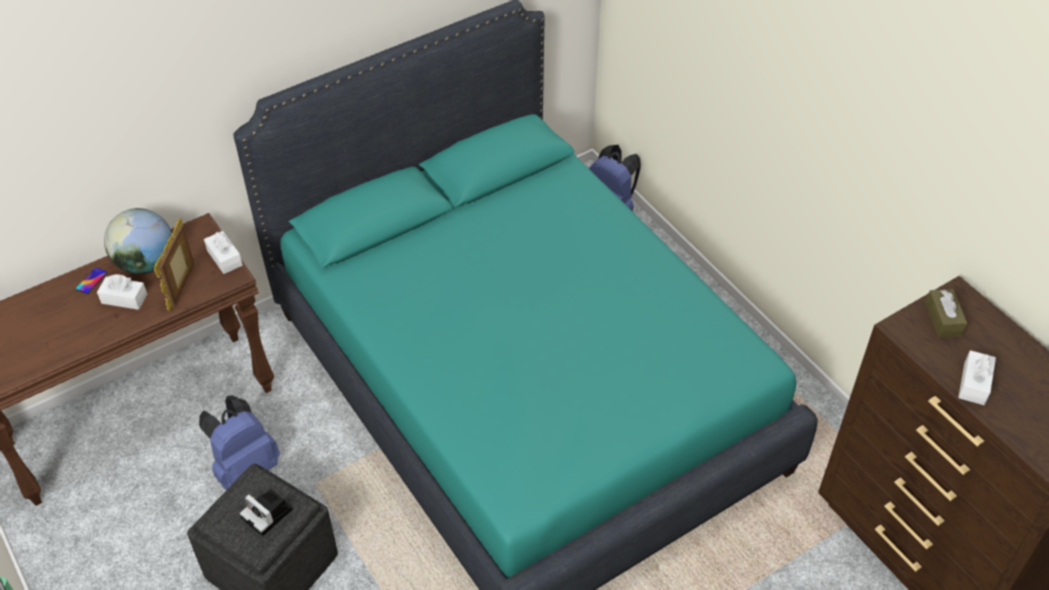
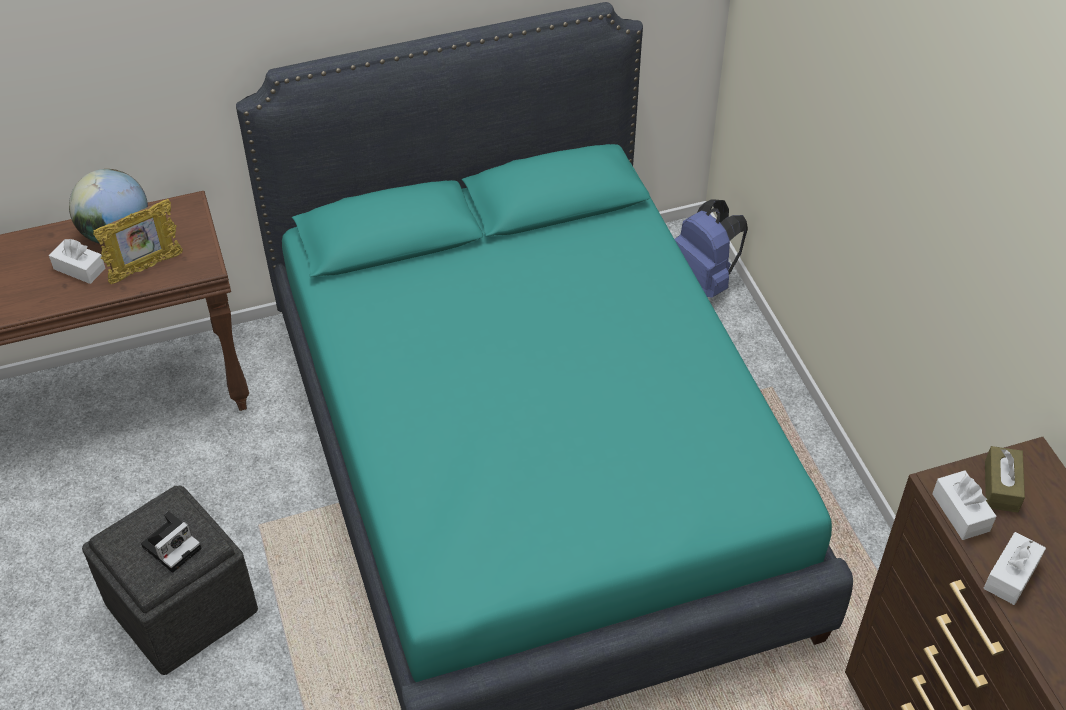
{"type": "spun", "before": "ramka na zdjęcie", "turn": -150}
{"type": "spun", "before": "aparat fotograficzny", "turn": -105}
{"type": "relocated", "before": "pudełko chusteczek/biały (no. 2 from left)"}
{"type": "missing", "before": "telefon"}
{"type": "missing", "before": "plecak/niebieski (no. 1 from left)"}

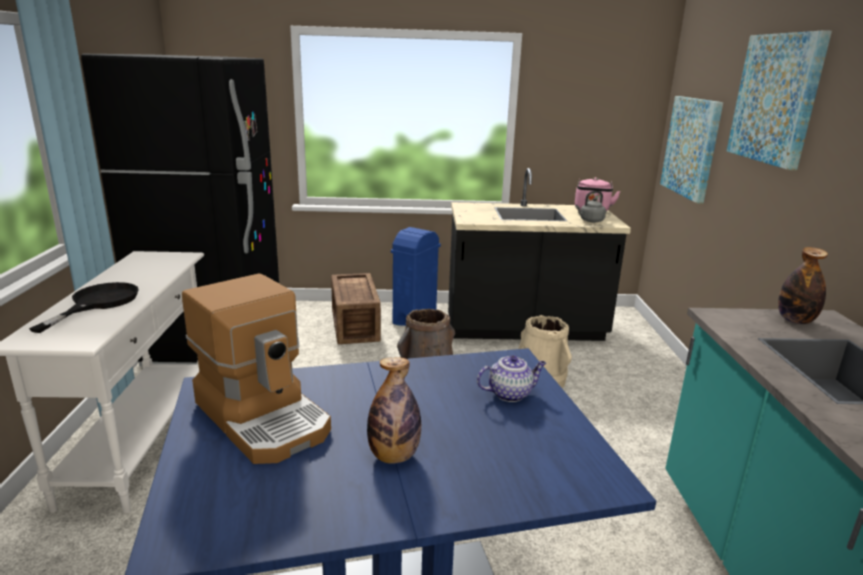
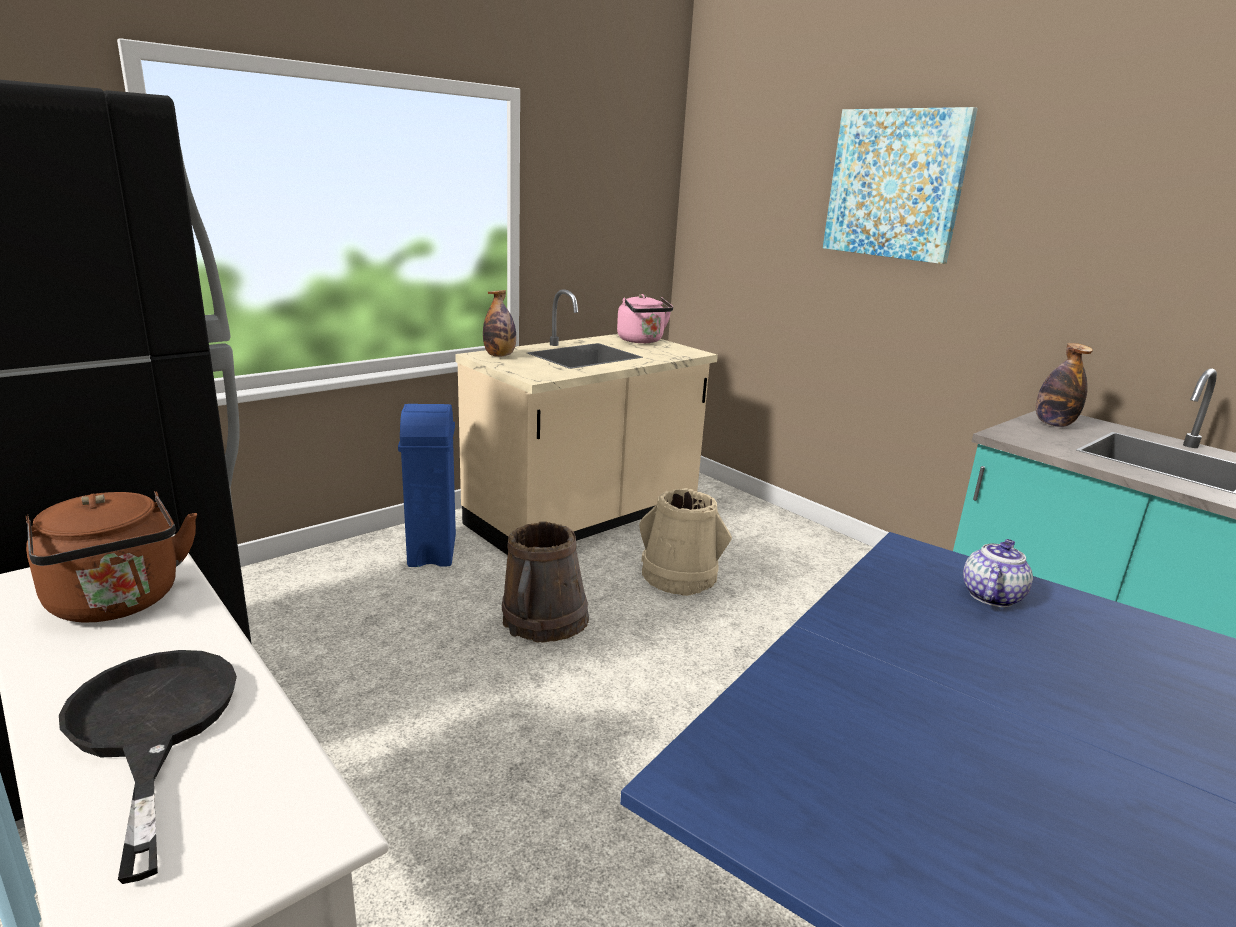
{"type": "appeared", "after": "czajnik/brązowy"}
{"type": "colour", "before": "zabudowa kuchenna/czarny", "after": "zabudowa kuchenna/beżowy"}
{"type": "relocated", "before": "butelka (no. 1 from left)"}
{"type": "missing", "before": "ekspres do kawy"}
{"type": "missing", "before": "skrzynka"}
{"type": "missing", "before": "czajnik/szary"}
{"type": "missing", "before": "obraz (no. 1 from left)"}

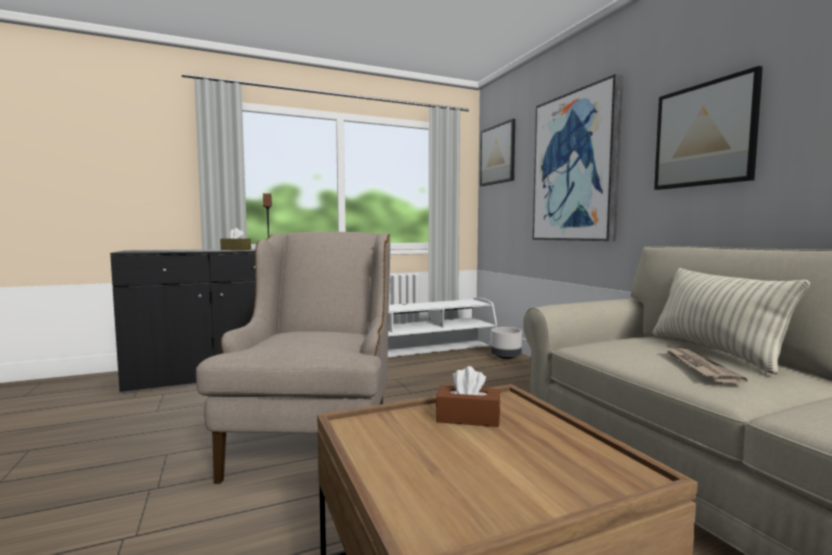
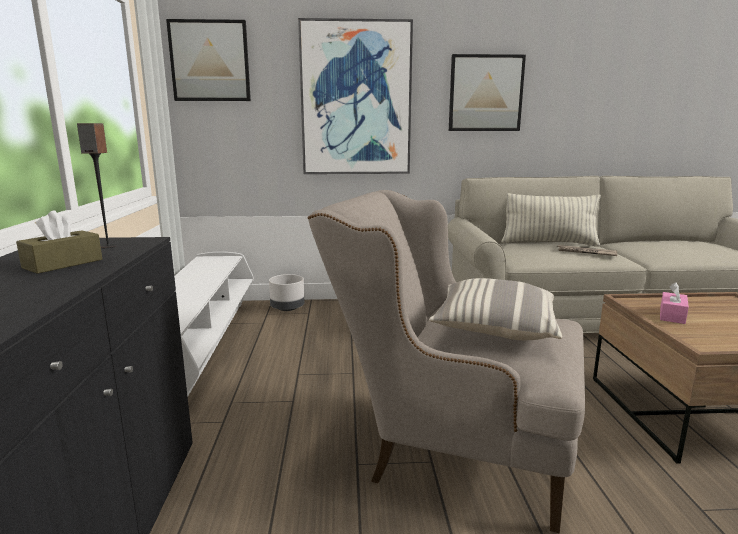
{"type": "appeared", "after": "poduszka (no. 1 from left)"}
{"type": "colour", "before": "pudełko chusteczek/brązowy (no. 2 from left)", "after": "pudełko chusteczek/różowy"}

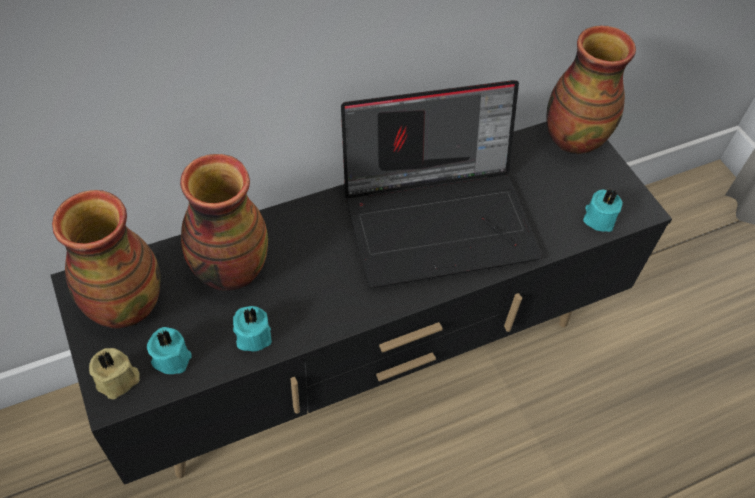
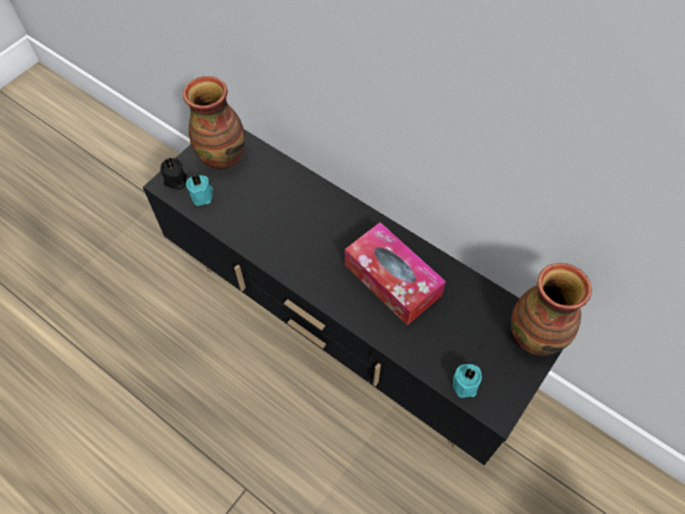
{"type": "colour", "before": "świeca/beżowy", "after": "świeca/czarny"}
{"type": "exchanged", "before": "laptop", "after": "pudełko chusteczek"}
{"type": "missing", "before": "wazon (no. 2 from left)"}
{"type": "missing", "before": "świeca/turkusowy (no. 2 from left)"}

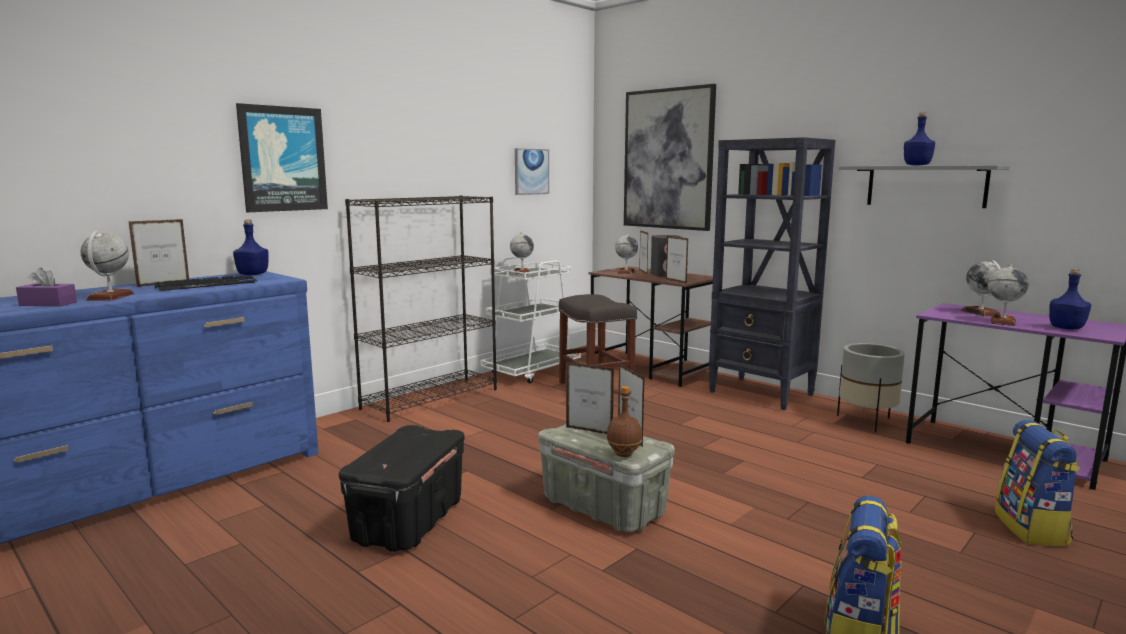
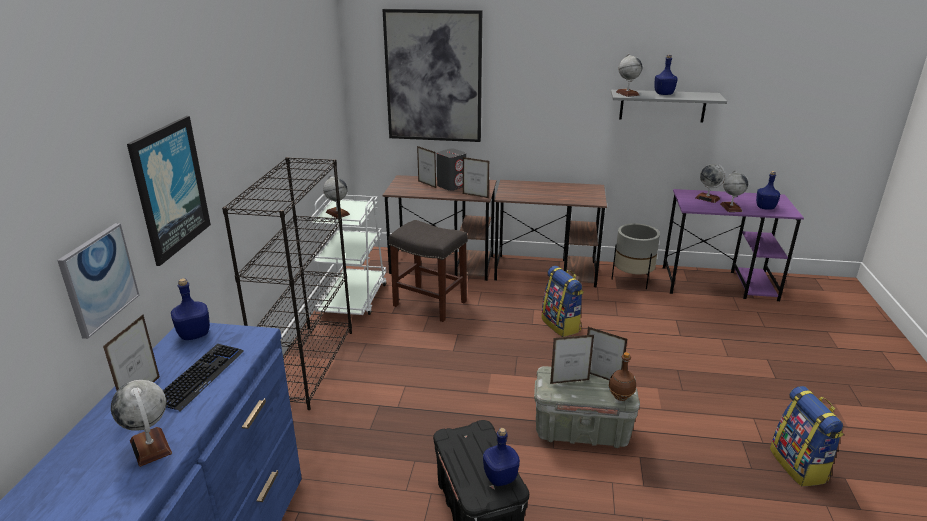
{"type": "relocated", "before": "obraz (no. 2 from left in the first image)", "after": "obraz (no. 1 from left)"}
{"type": "appeared", "after": "butelka/niebieski (no. 2 from left)"}
{"type": "exchanged", "before": "regał/czarny (no. 2 from left)", "after": "biurko/brązowy (no. 2 from left)"}
{"type": "relocated", "before": "plecak (no. 2 from left in the first image)", "after": "plecak (no. 1 from left)"}
{"type": "relocated", "before": "globus (no. 3 from left)"}
{"type": "missing", "before": "pudełko chusteczek/fioletowy"}

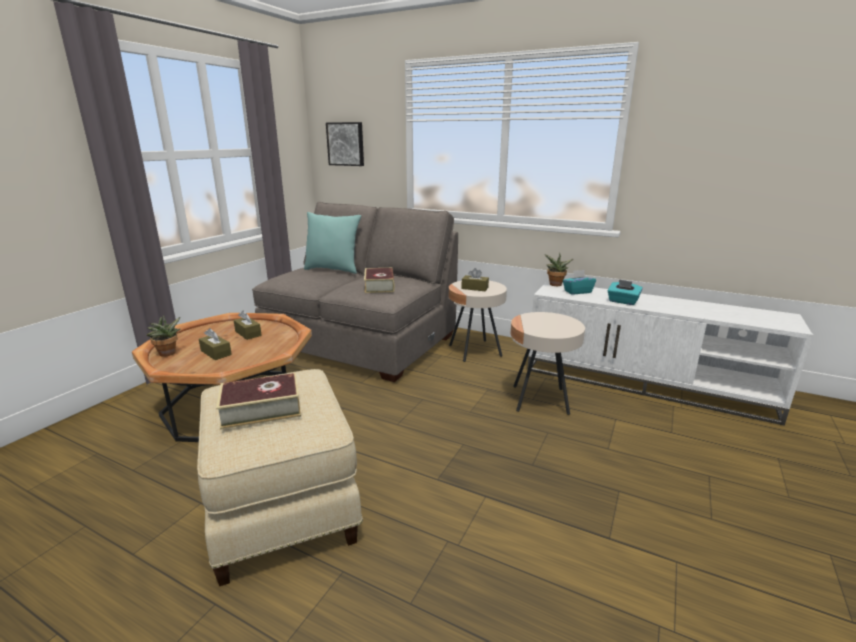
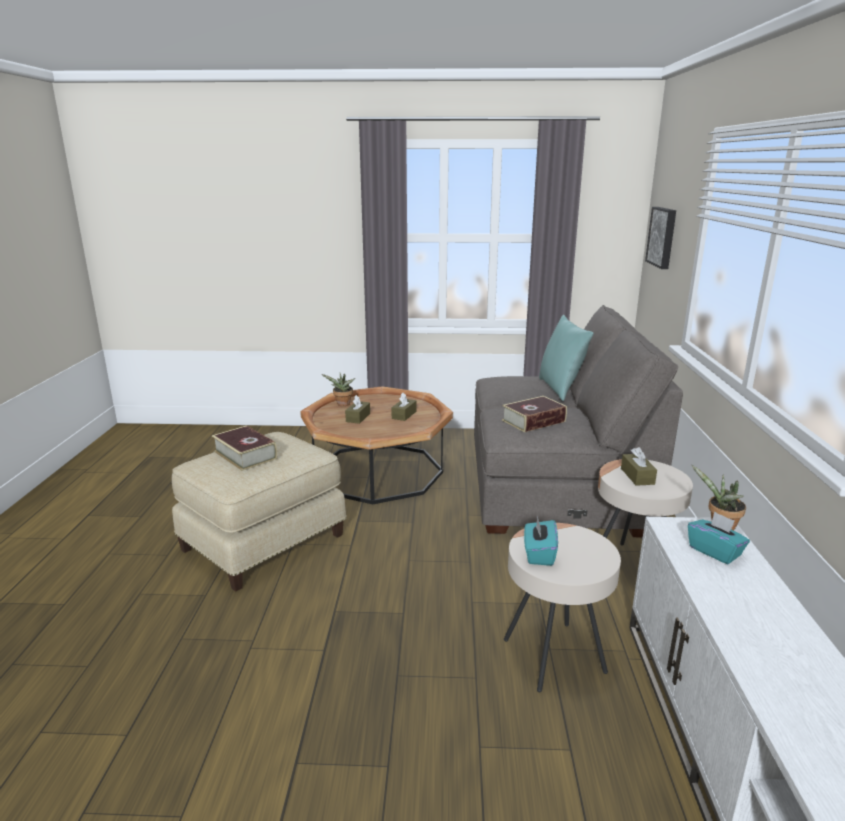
{"type": "relocated", "before": "pudełko chusteczek/turkusowy (no. 2 from left in the first image)", "after": "pudełko chusteczek/turkusowy (no. 1 from left)"}

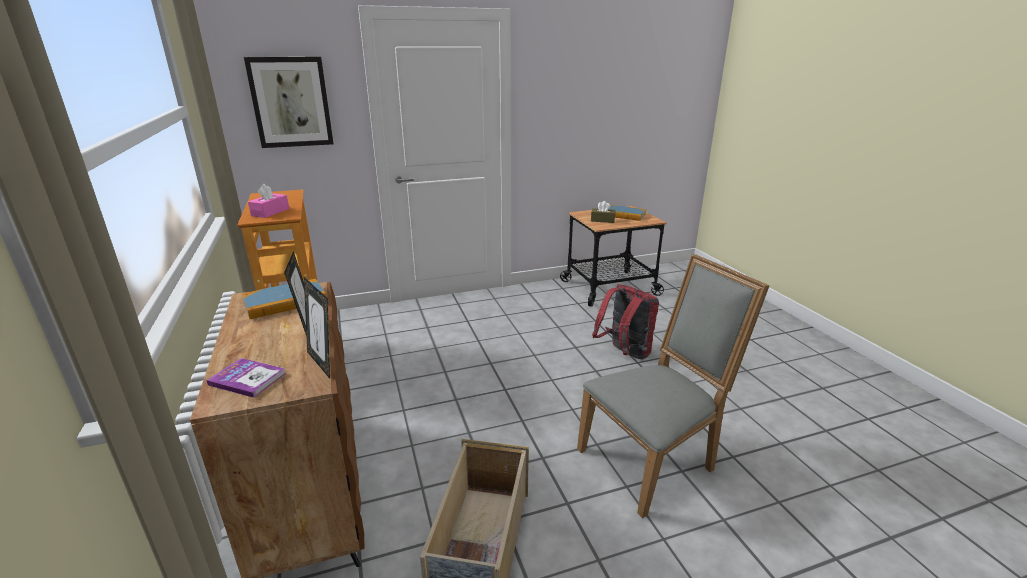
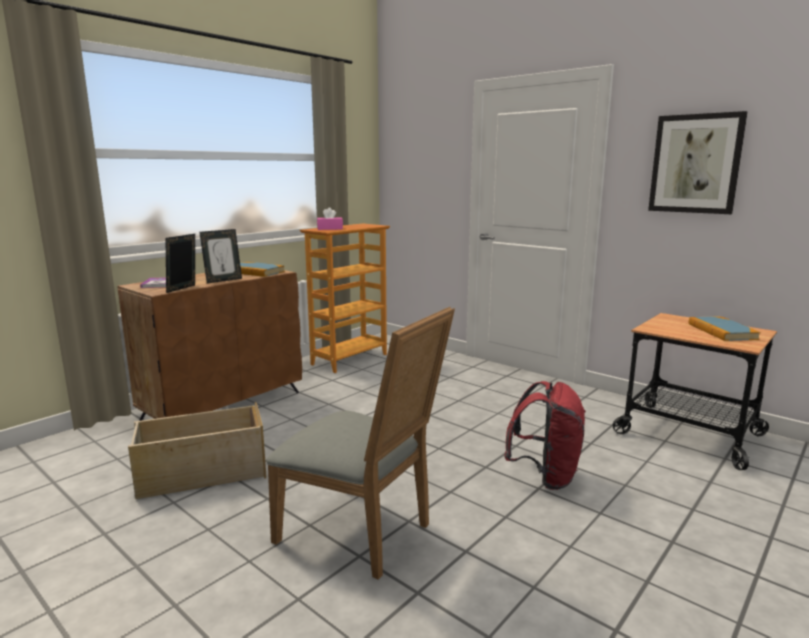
{"type": "relocated", "before": "obraz"}
{"type": "missing", "before": "pudełko chusteczek/brązowy"}

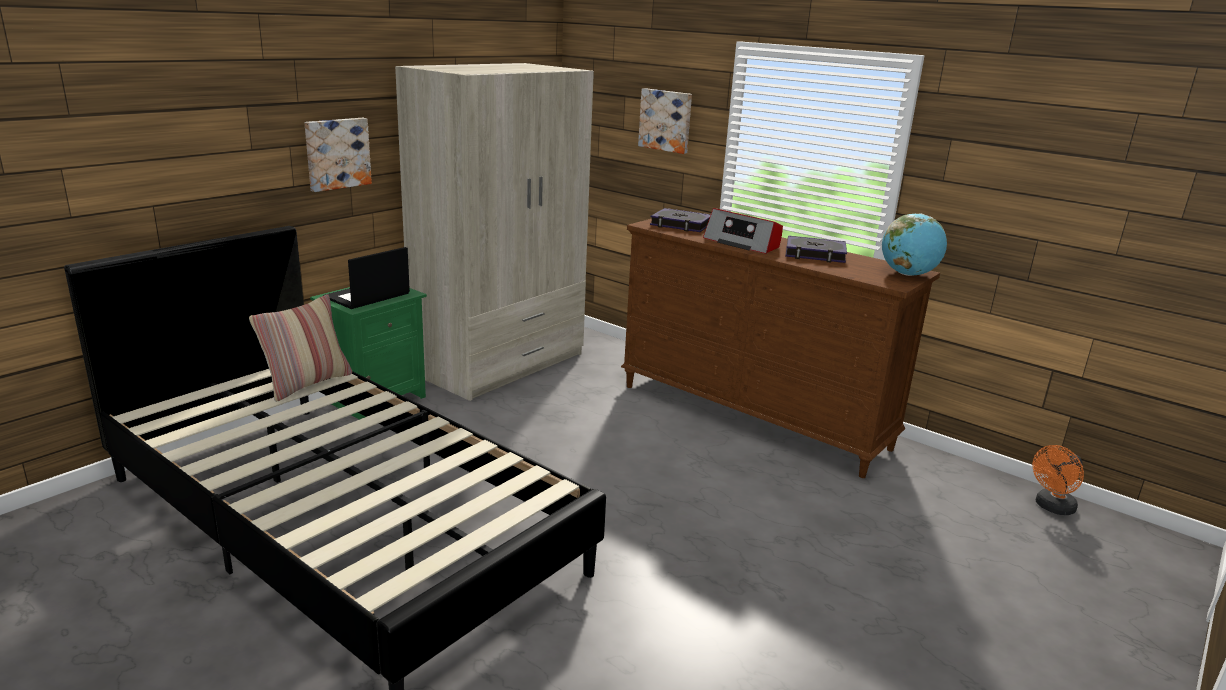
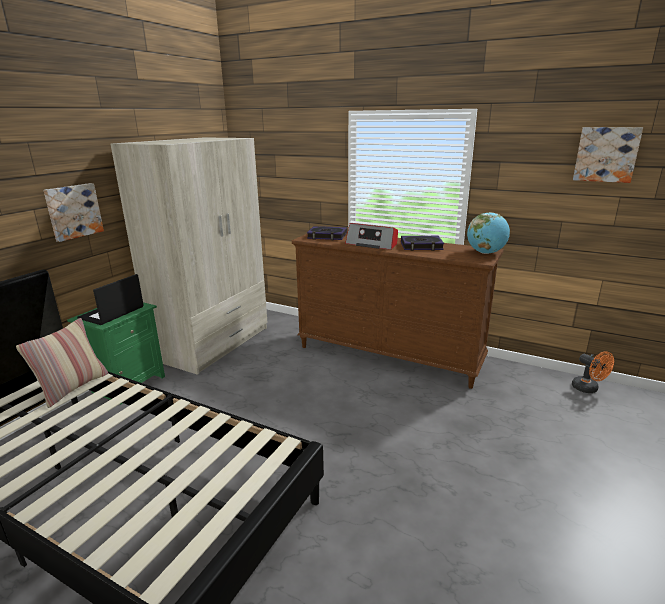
{"type": "spun", "before": "wentylator/pomarańczowy", "turn": -75}
{"type": "relocated", "before": "obraz (no. 2 from left)"}

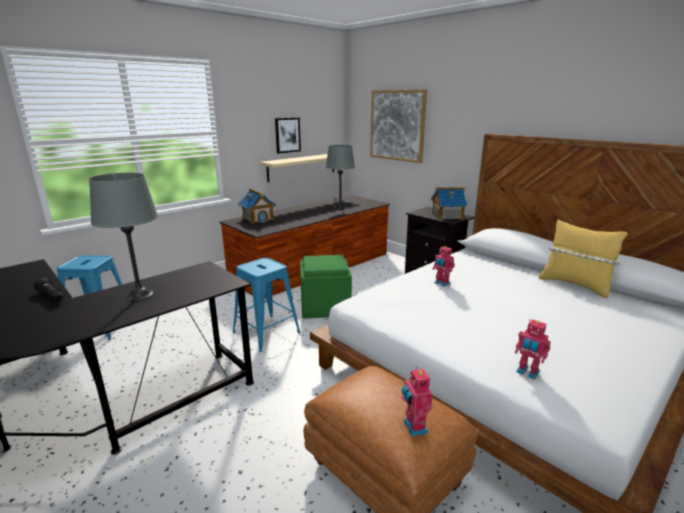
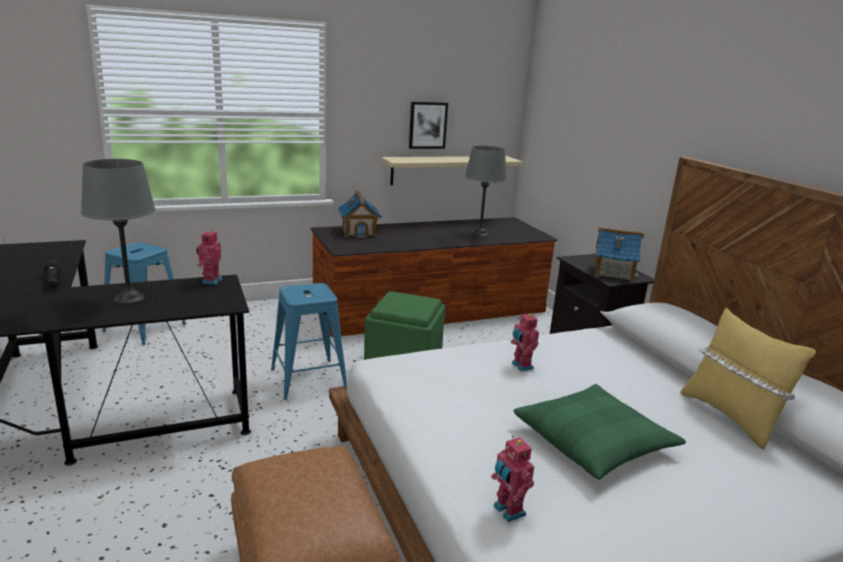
{"type": "relocated", "before": "robot zabawkowy (no. 1 from left)"}
{"type": "appeared", "after": "poduszka/zielony"}
{"type": "missing", "before": "obraz (no. 2 from left)"}

